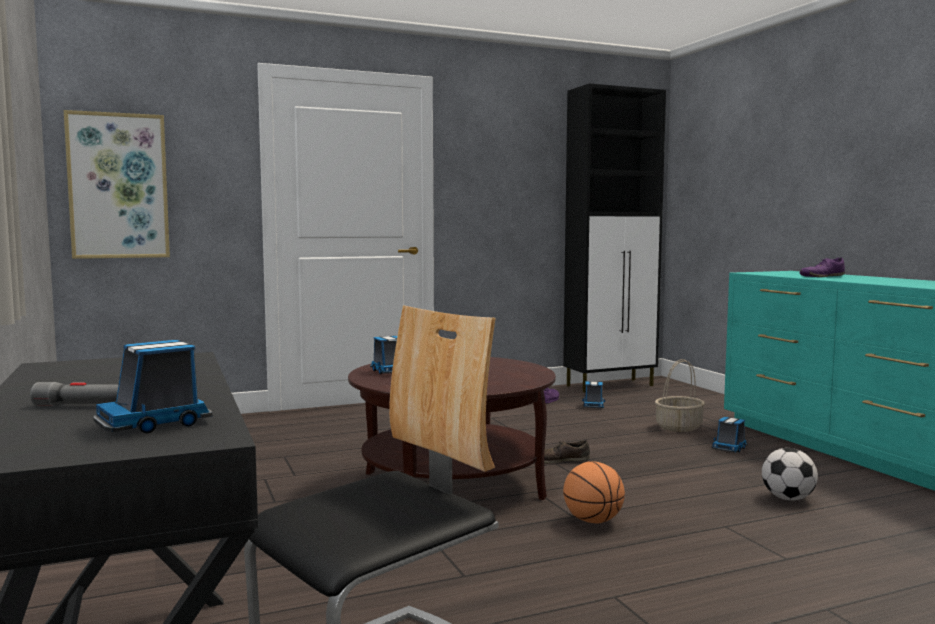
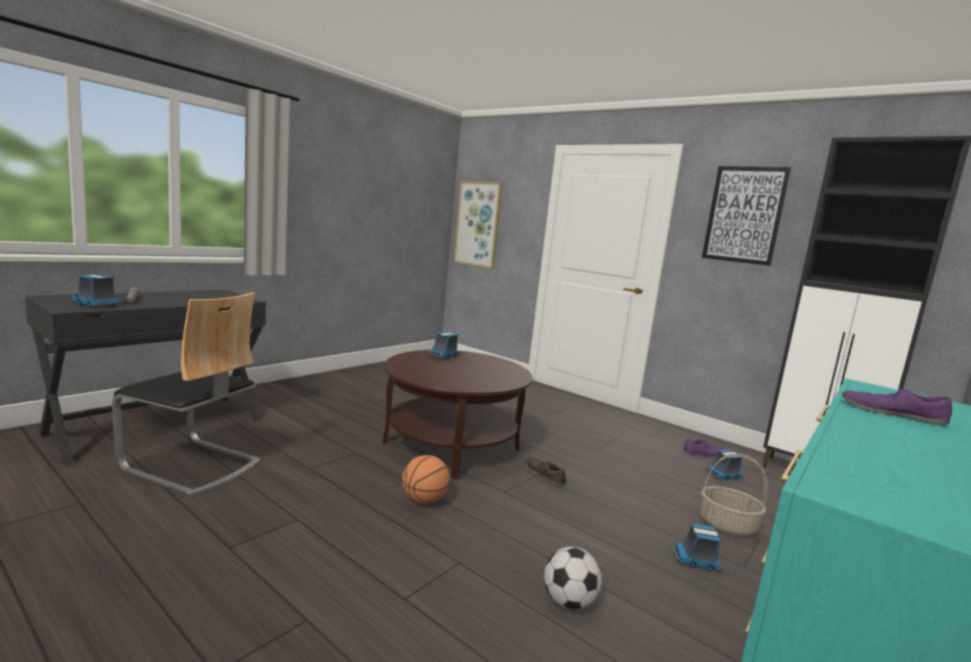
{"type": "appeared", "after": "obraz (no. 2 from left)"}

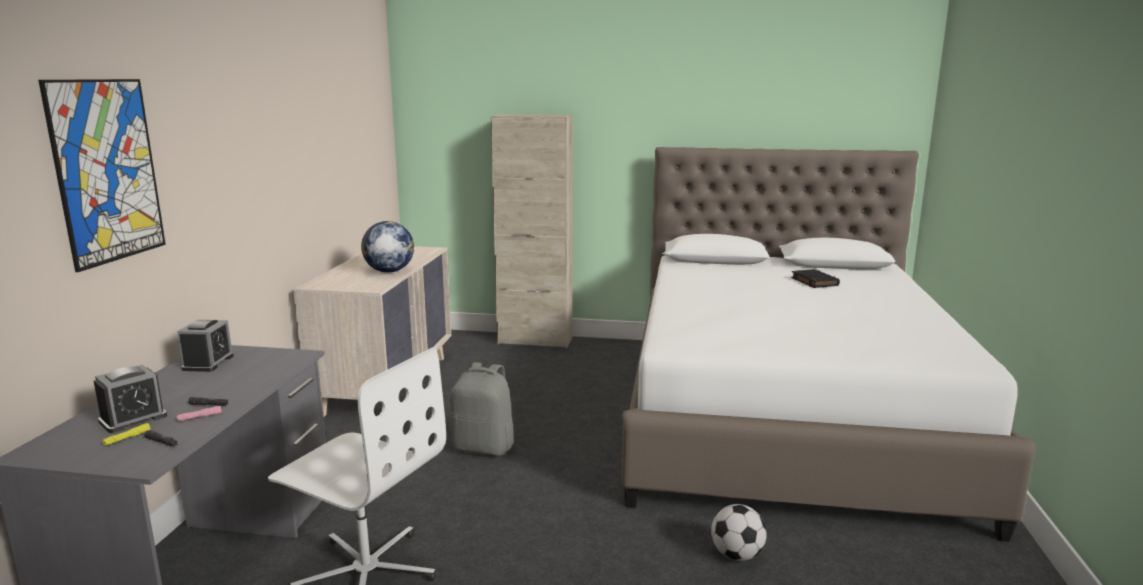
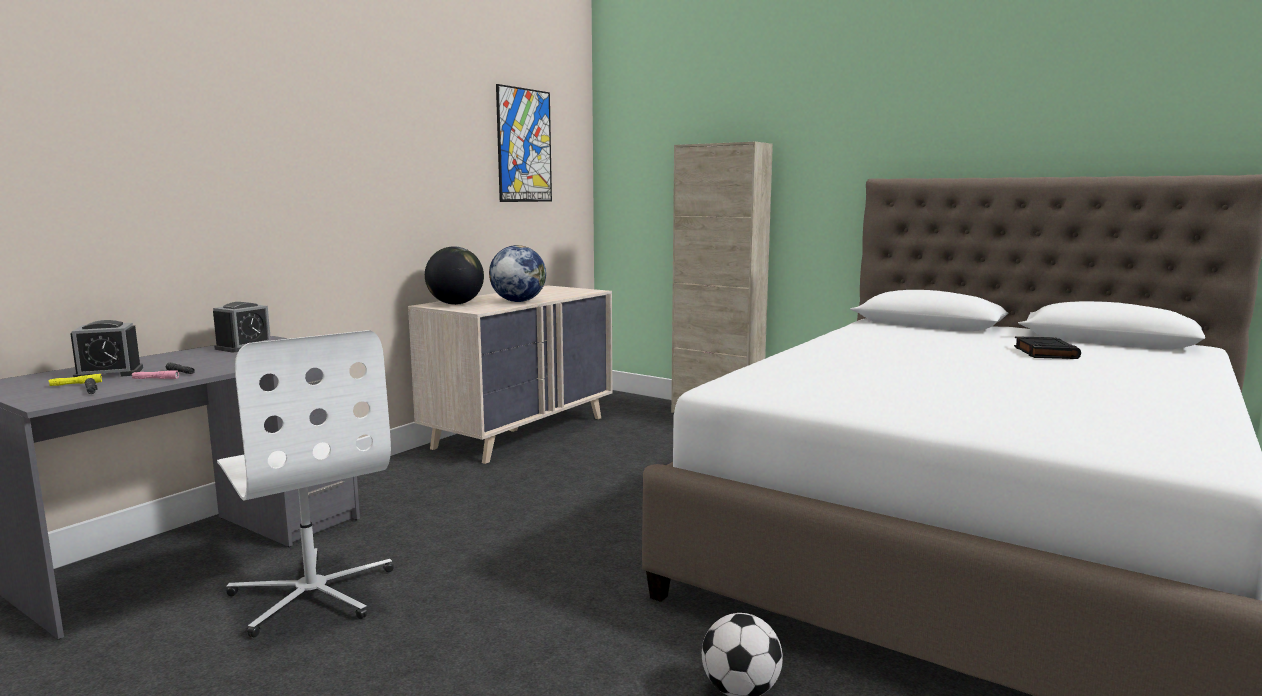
{"type": "appeared", "after": "globus (no. 1 from left)"}
{"type": "relocated", "before": "obraz"}
{"type": "missing", "before": "plecak/szary"}

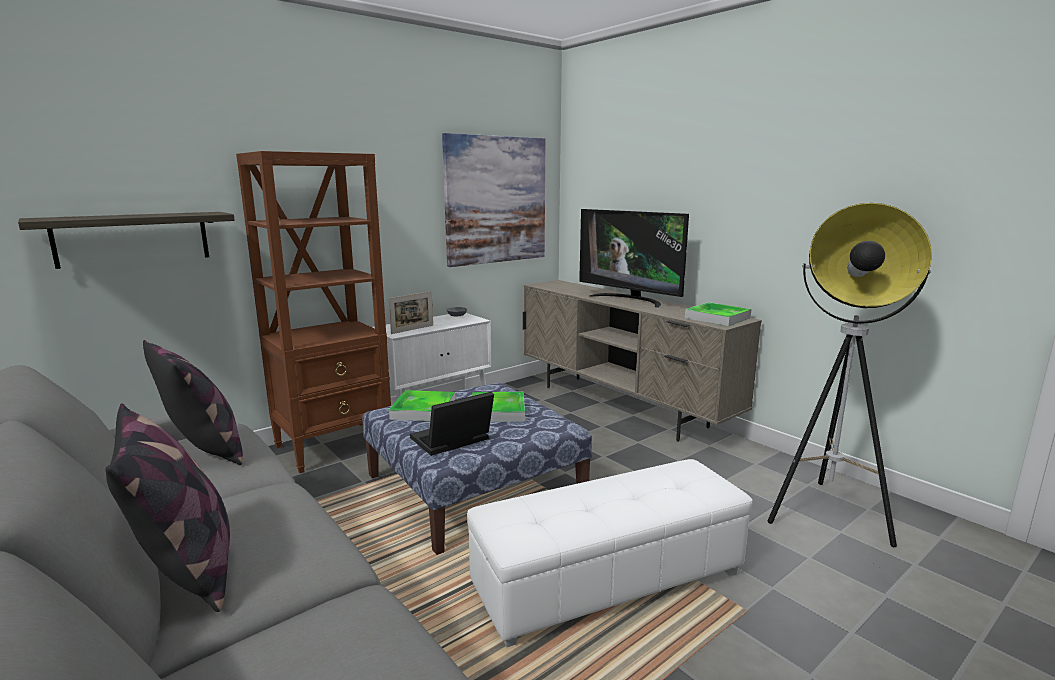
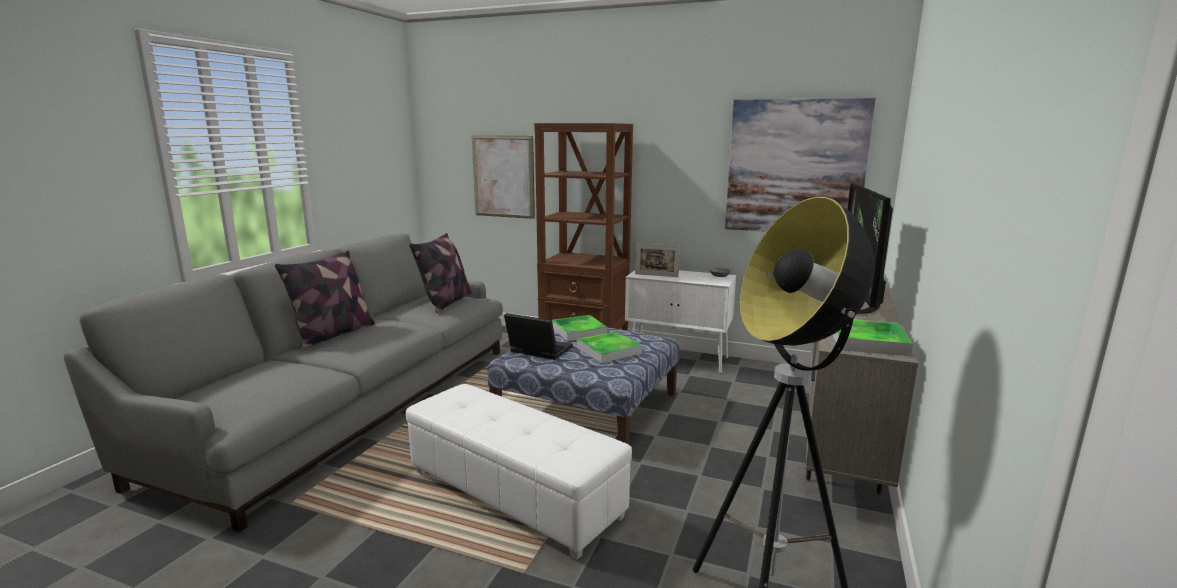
{"type": "exchanged", "before": "półka", "after": "obraz (no. 1 from left)"}

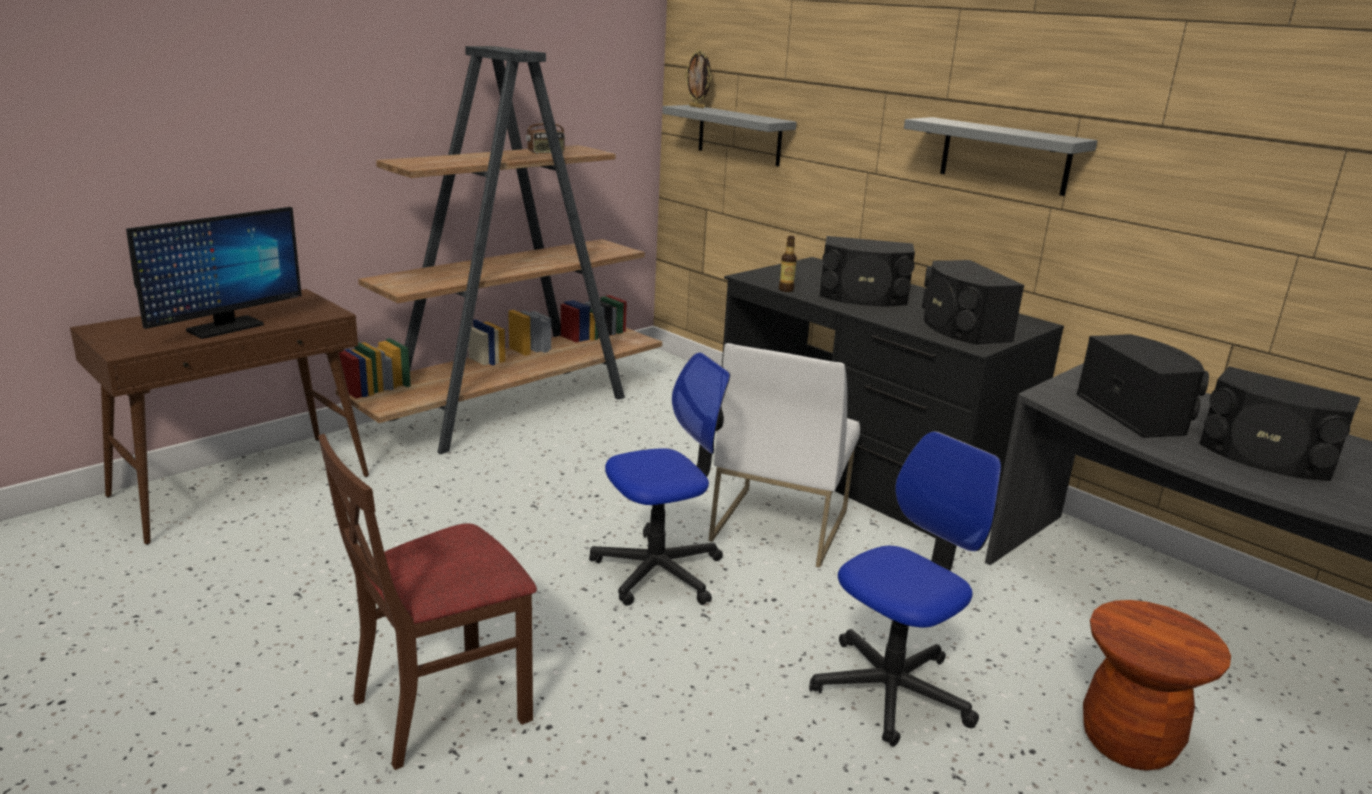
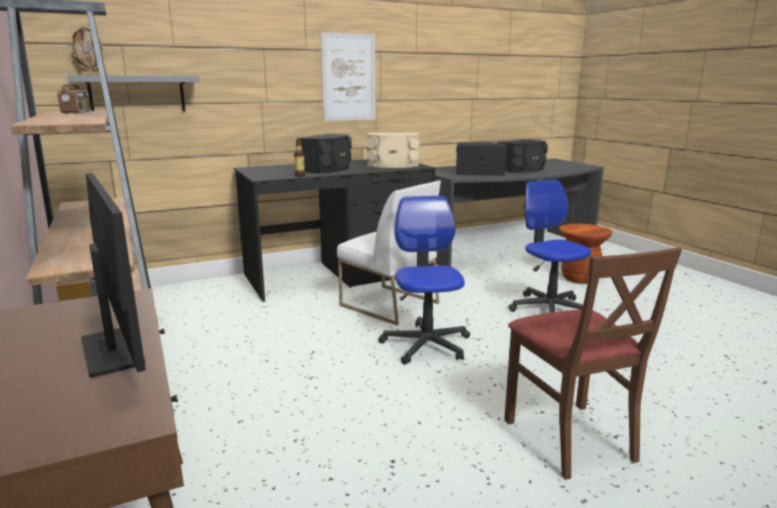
{"type": "exchanged", "before": "półka/szary (no. 2 from left)", "after": "obraz"}
{"type": "colour", "before": "głośnik/czarny (no. 2 from left)", "after": "głośnik/beżowy"}

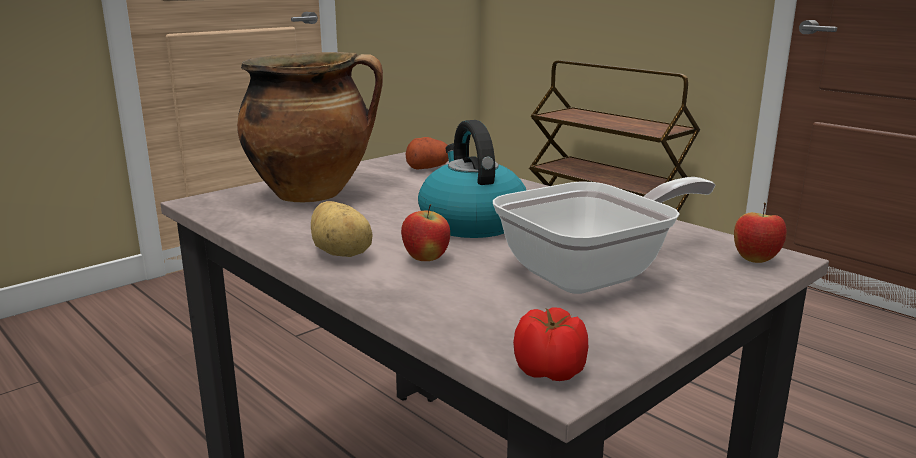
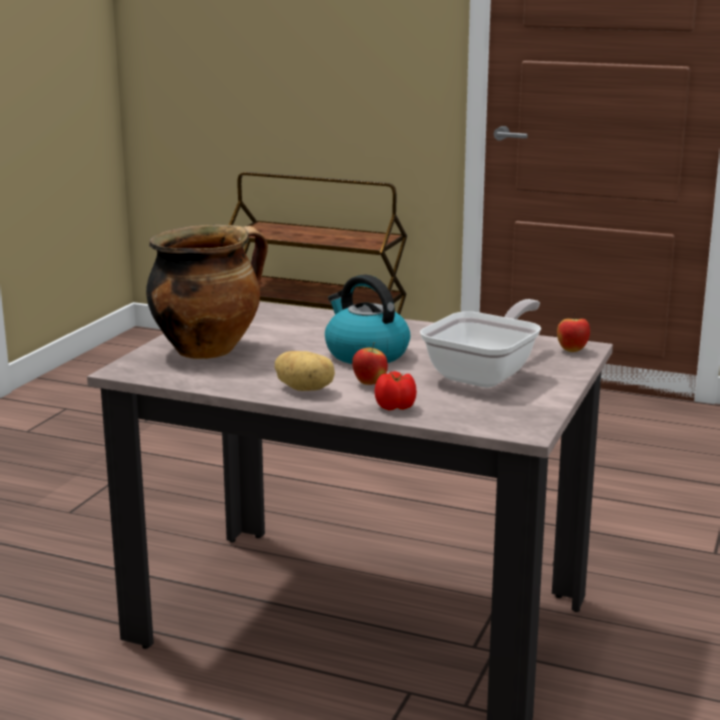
{"type": "relocated", "before": "pomidor"}
{"type": "missing", "before": "ziemniak (no. 2 from left)"}

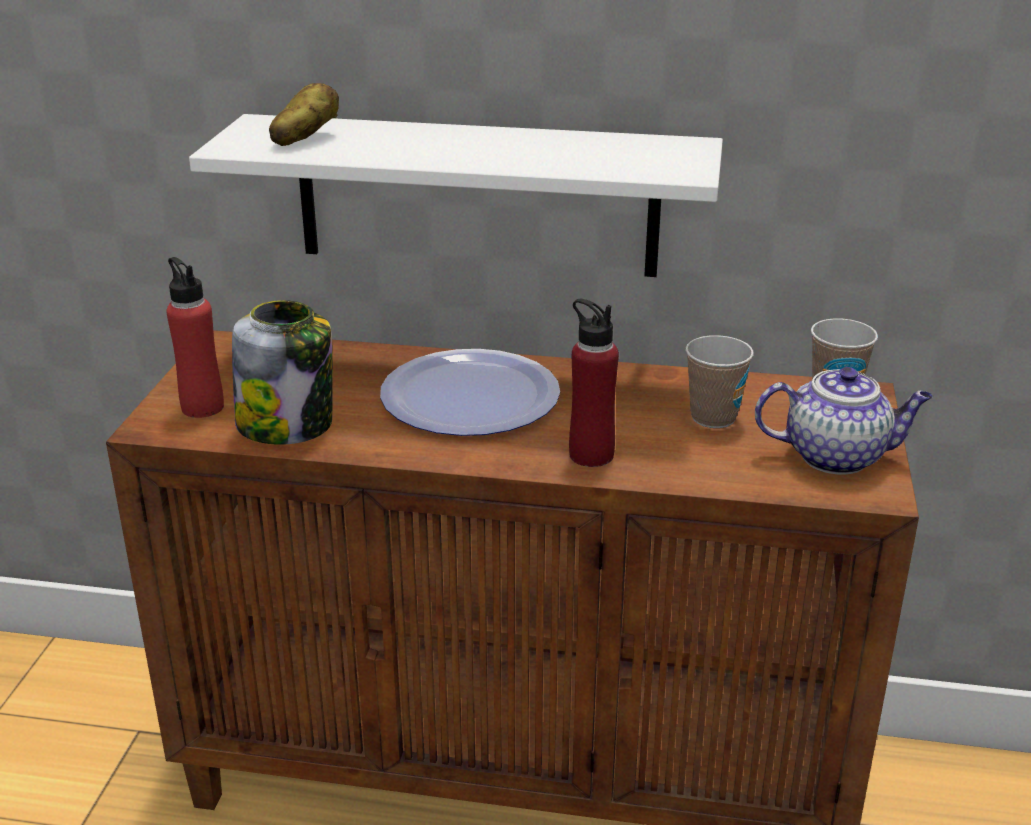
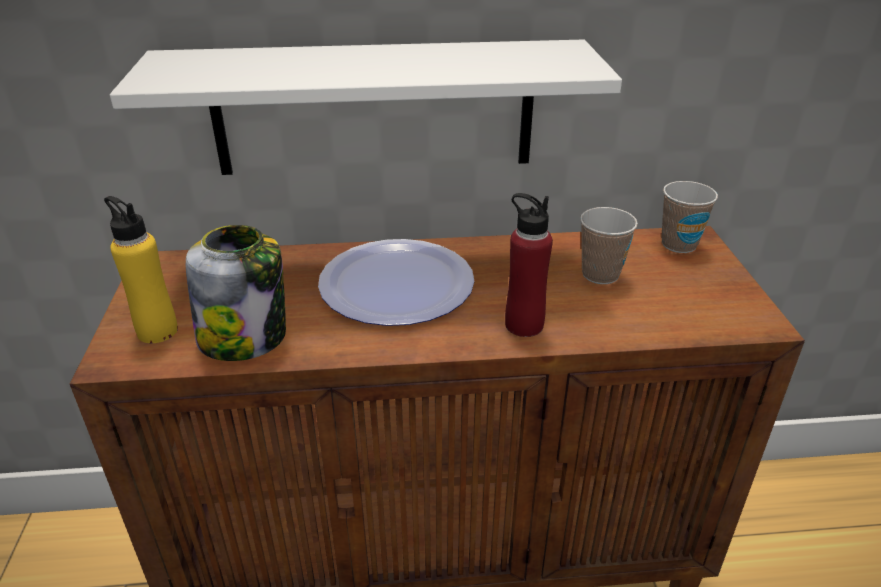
{"type": "colour", "before": "butelka/czerwony (no. 1 from left)", "after": "butelka/żółty"}
{"type": "missing", "before": "ziemniak"}
{"type": "missing", "before": "imbryk"}

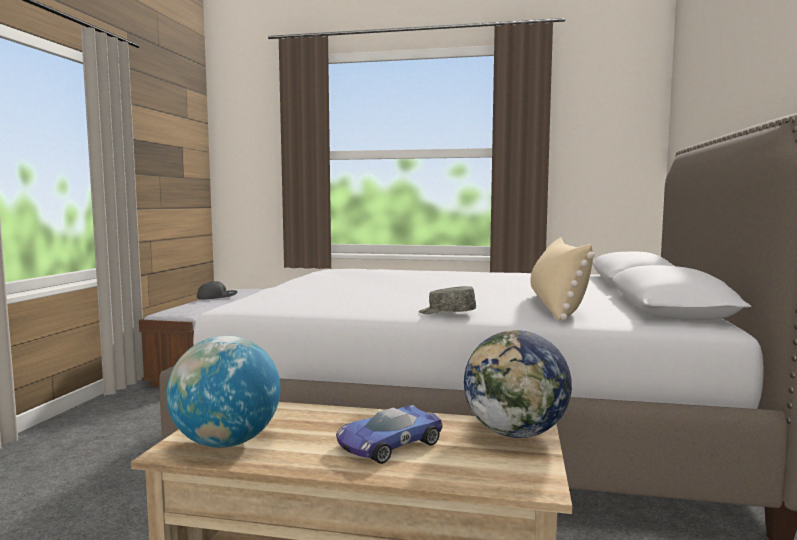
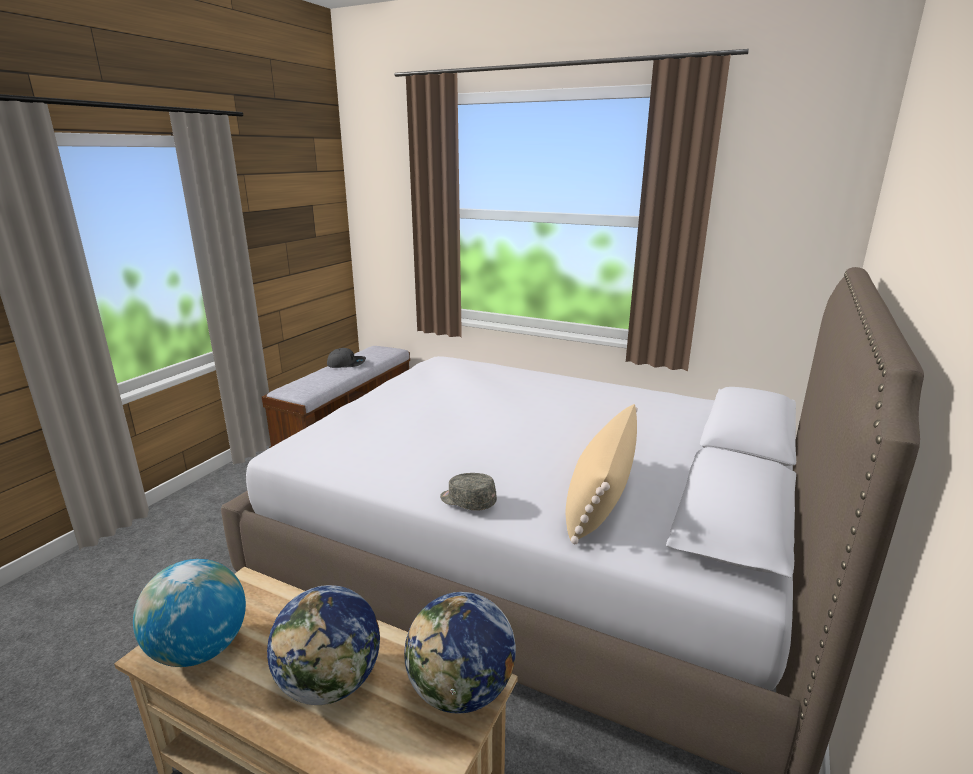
{"type": "exchanged", "before": "samochodzik", "after": "globus (no. 2 from left)"}

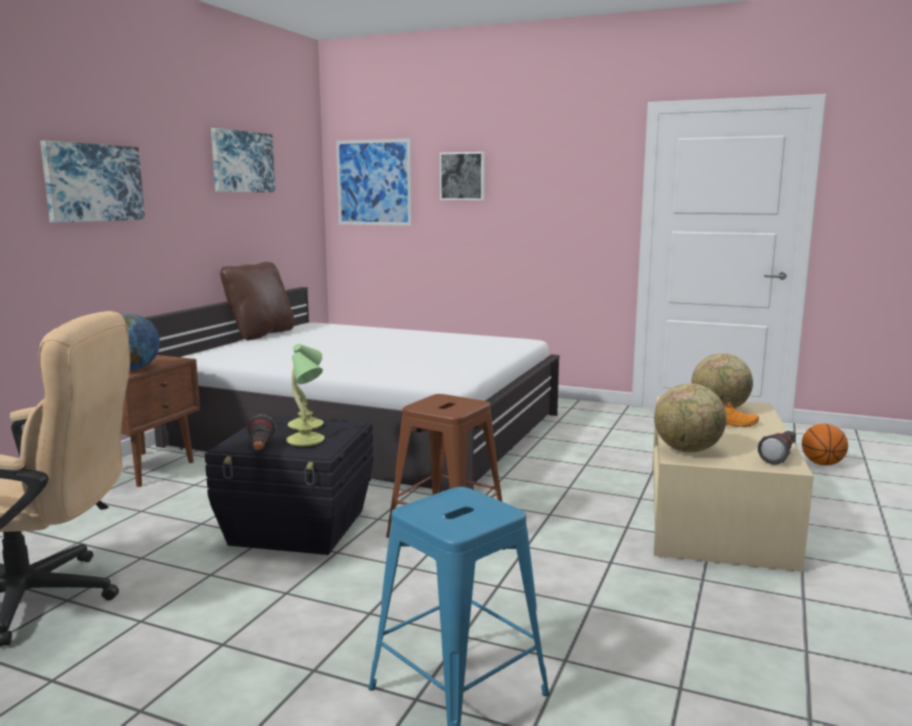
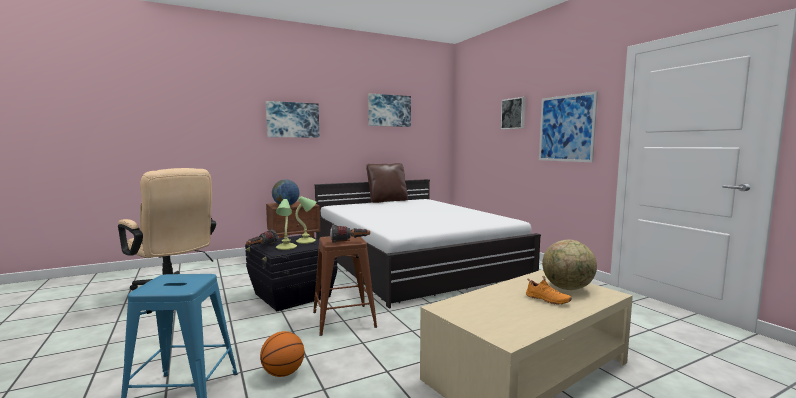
{"type": "relocated", "before": "piłka do koszykówki"}
{"type": "relocated", "before": "latarka (no. 2 from left)"}
{"type": "relocated", "before": "obraz (no. 3 from left in the first image)", "after": "obraz (no. 4 from left)"}
{"type": "missing", "before": "globus (no. 2 from left)"}

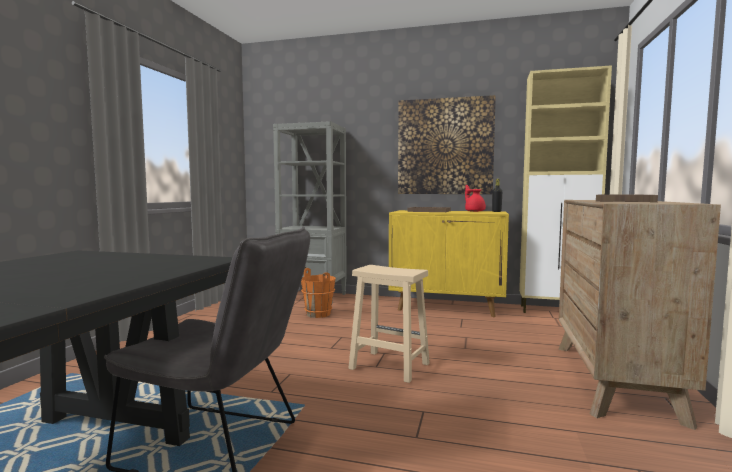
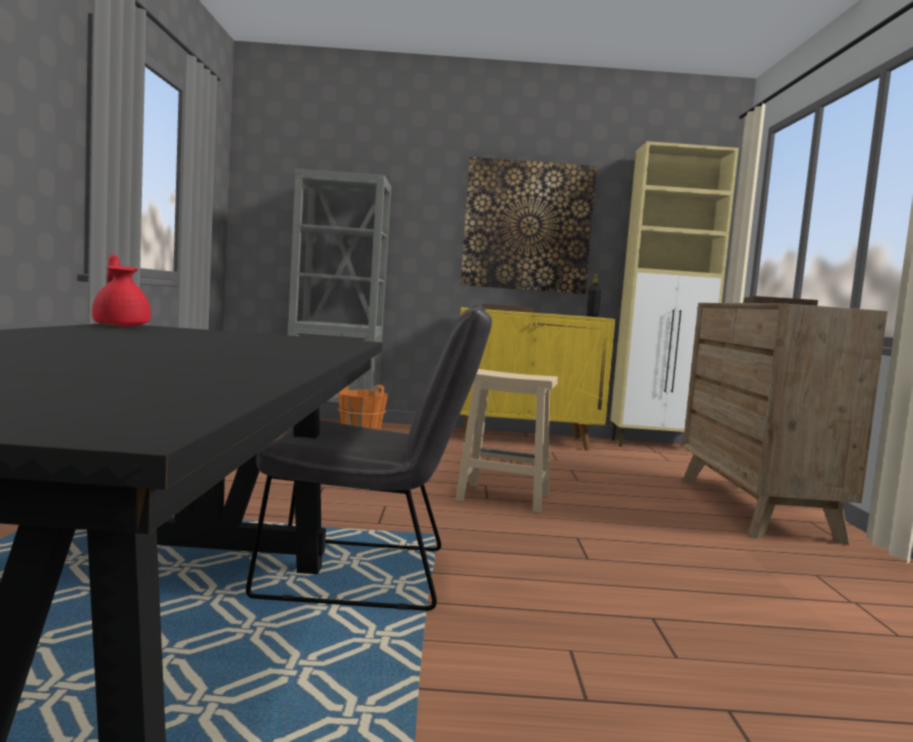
{"type": "relocated", "before": "imbryk/czerwony"}

